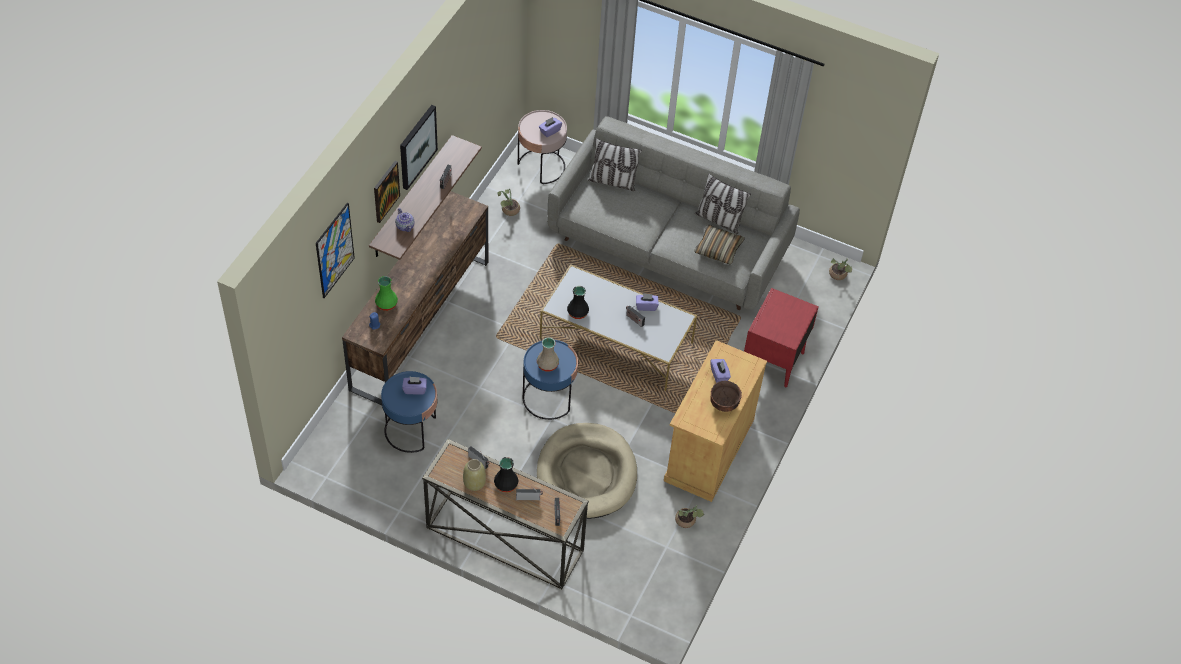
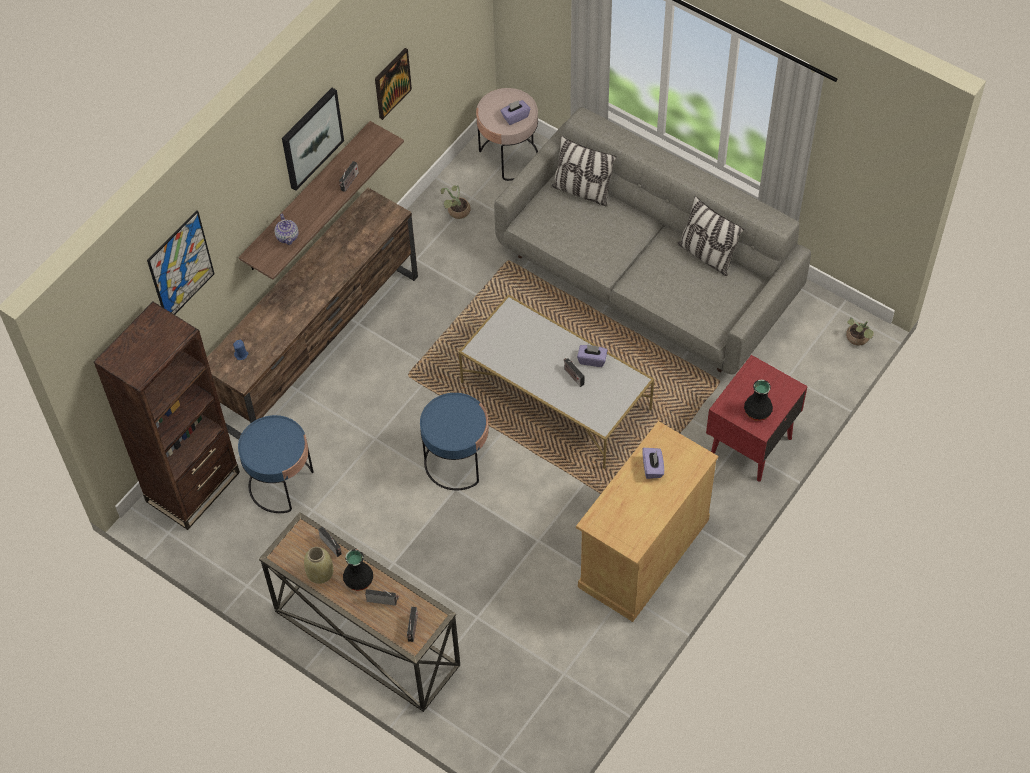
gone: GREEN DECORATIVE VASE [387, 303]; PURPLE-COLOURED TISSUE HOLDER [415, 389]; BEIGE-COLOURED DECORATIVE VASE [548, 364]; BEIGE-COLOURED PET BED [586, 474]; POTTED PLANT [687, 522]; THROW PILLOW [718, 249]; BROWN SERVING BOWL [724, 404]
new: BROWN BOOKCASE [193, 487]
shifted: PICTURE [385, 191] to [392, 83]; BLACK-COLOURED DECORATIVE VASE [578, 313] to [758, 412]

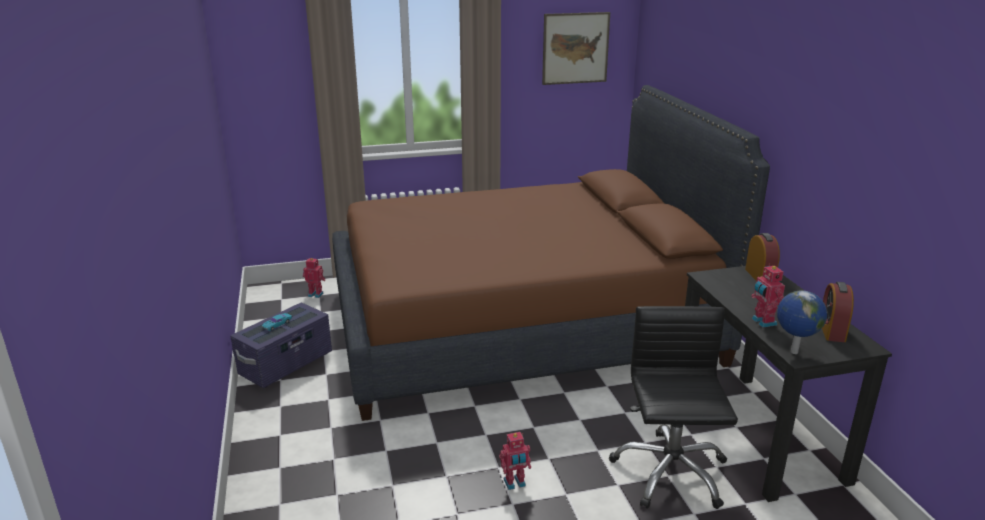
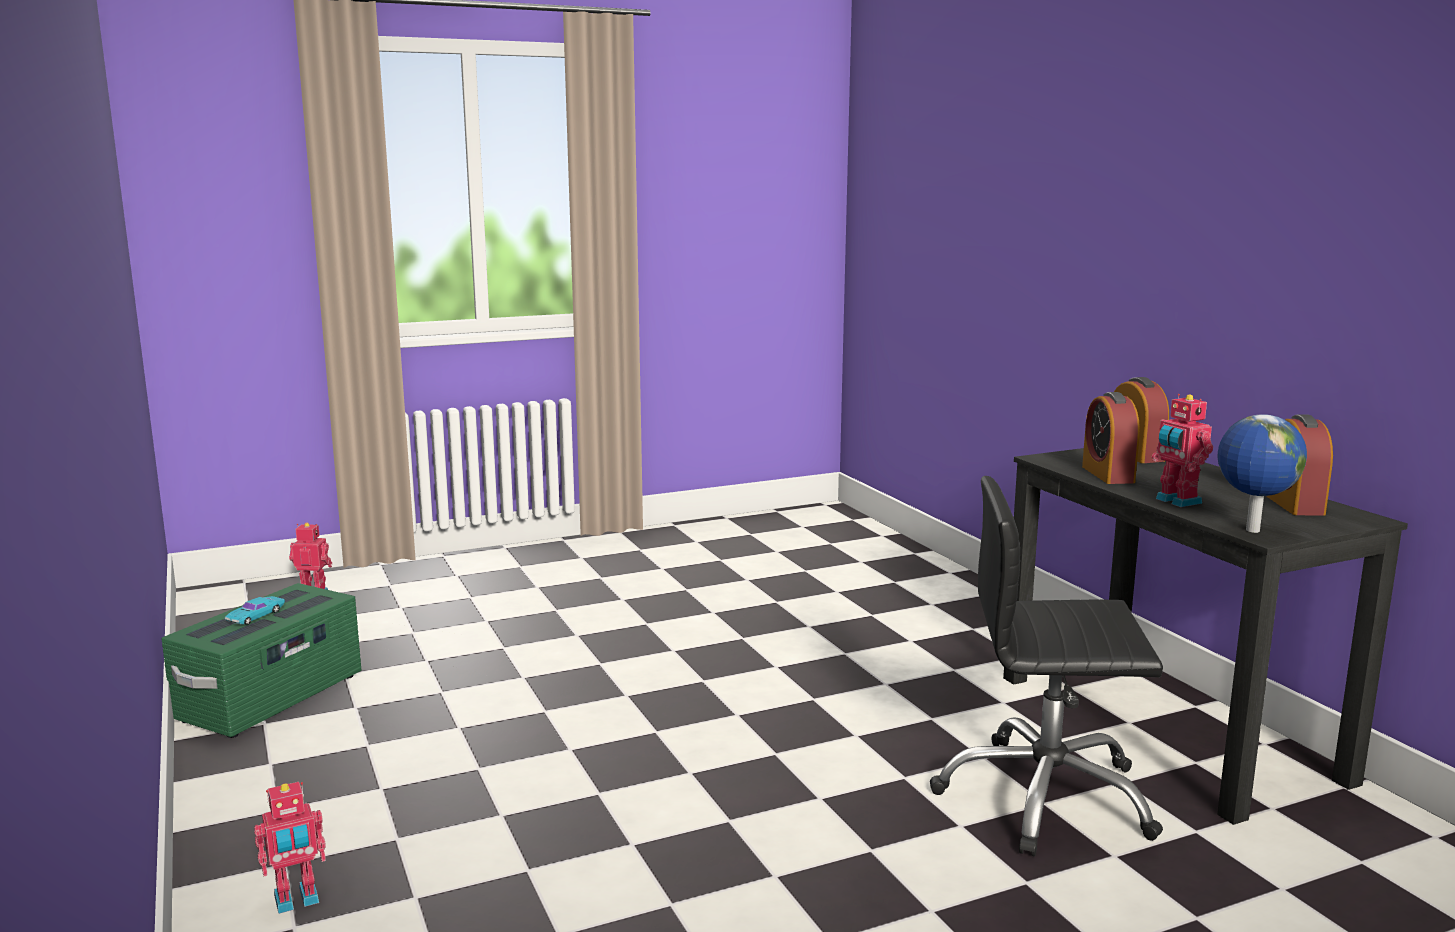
gone: BROWN BEDROOM BED [521, 325]; PICTURE [575, 48]
new: BEDSIDE CLOCK [1108, 474]
shifted: MODEL ROBOT [515, 483] to [297, 900]
repainted: PURPLE-COLOURED STORAGE CONTAINER [286, 364] to GREEN STORAGE CONTAINER [272, 698]
rotated: BLACK-COLOURED COMPUTER CHAIR [670, 472] = [1045, 797] 75 degrees counterclockwise

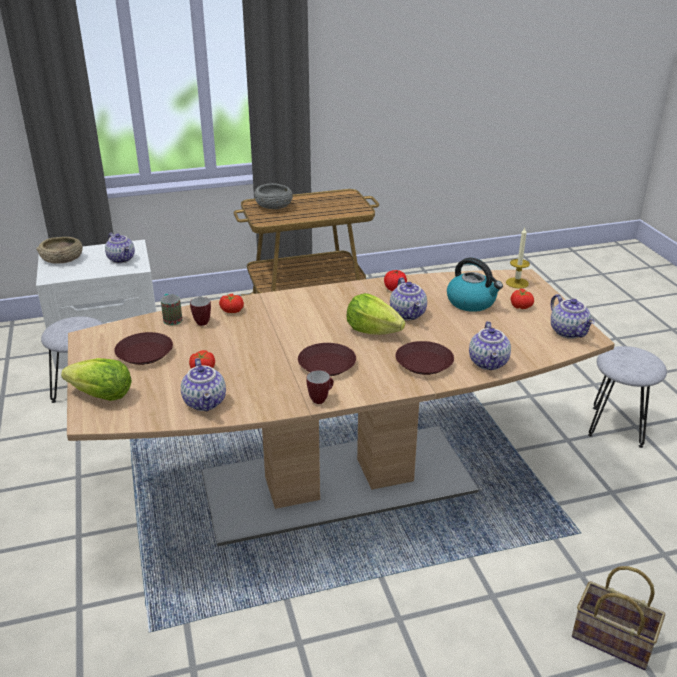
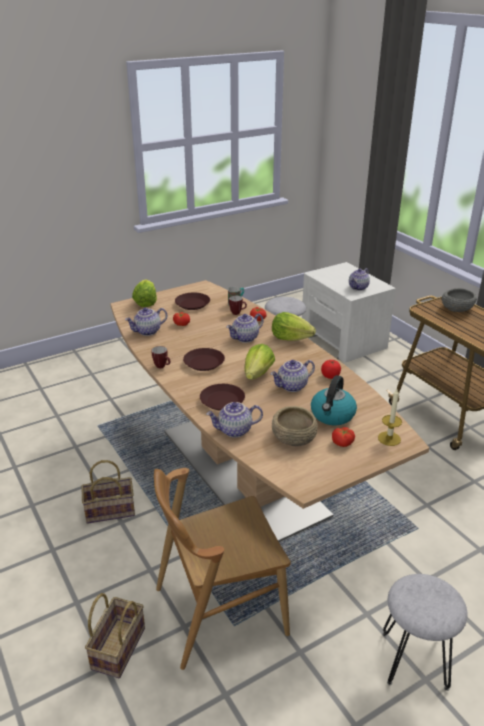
new: STORAGE BASKET [111, 510]; BROWN CHAIR [219, 610]; HEAD OF LETTUCE [290, 338]
shifted: POT FOR TEA [569, 332] to [245, 338]; BEIGE-COLOURED SERVING BOWL [62, 259] to [293, 435]

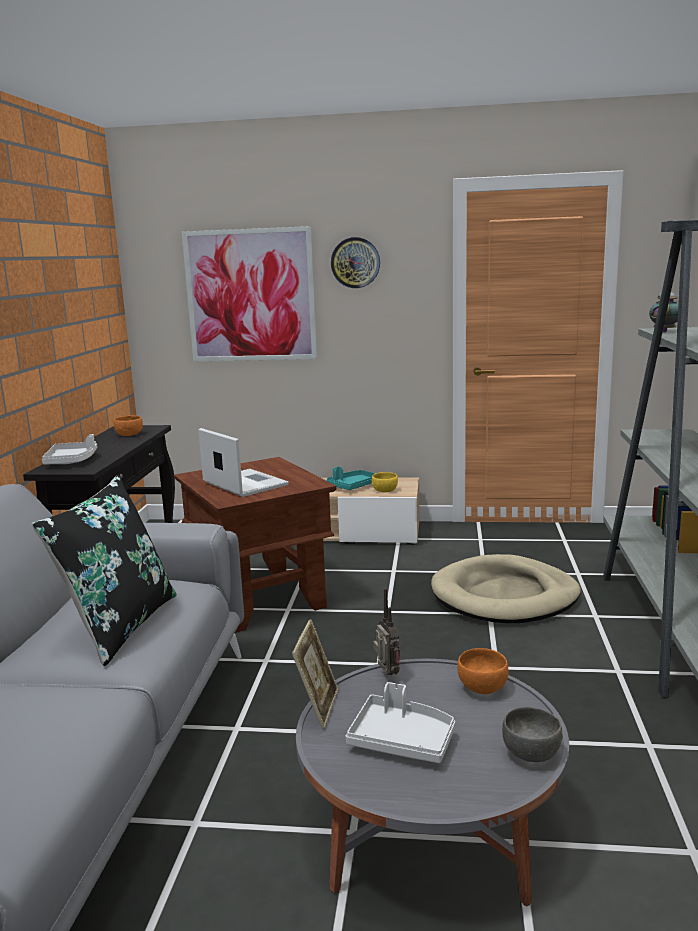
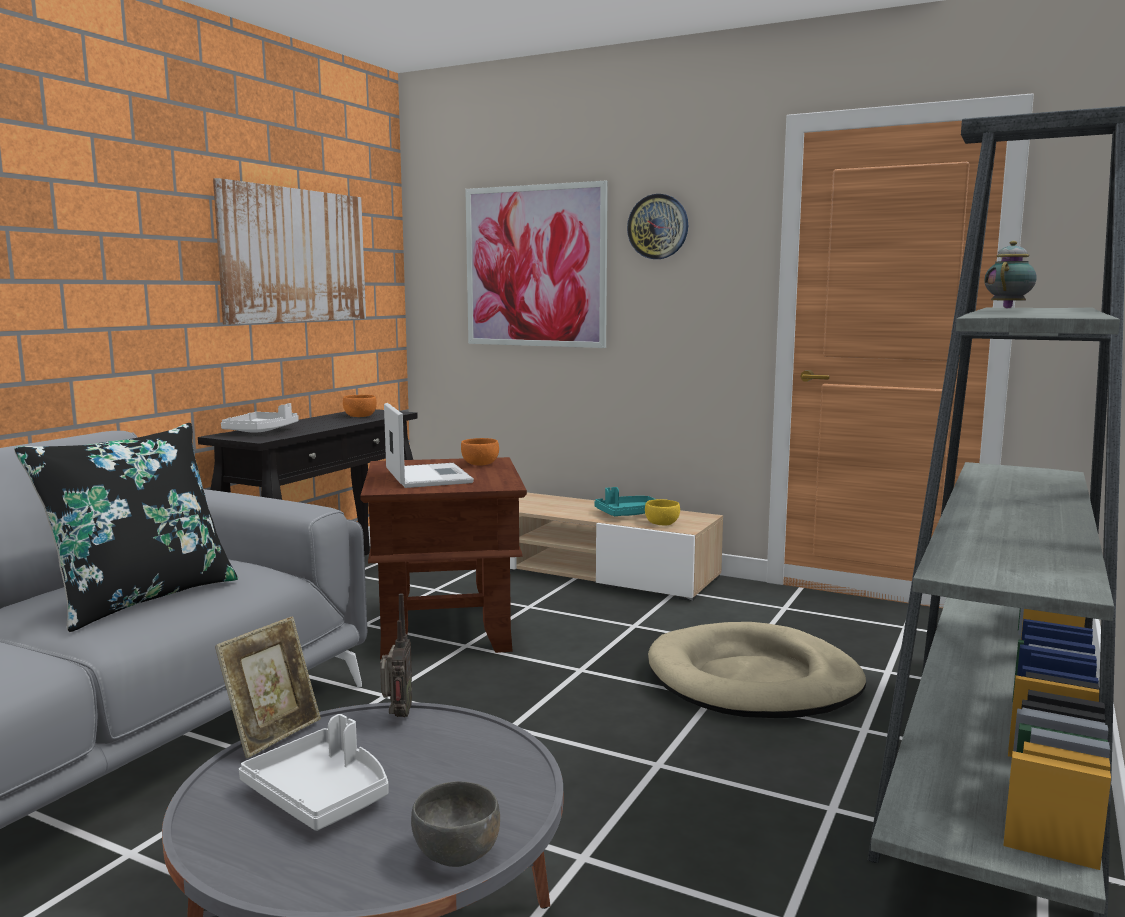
new: PICTURE [294, 255]
shifted: ORANGEY SERVING BOWL [483, 687] to [480, 464]

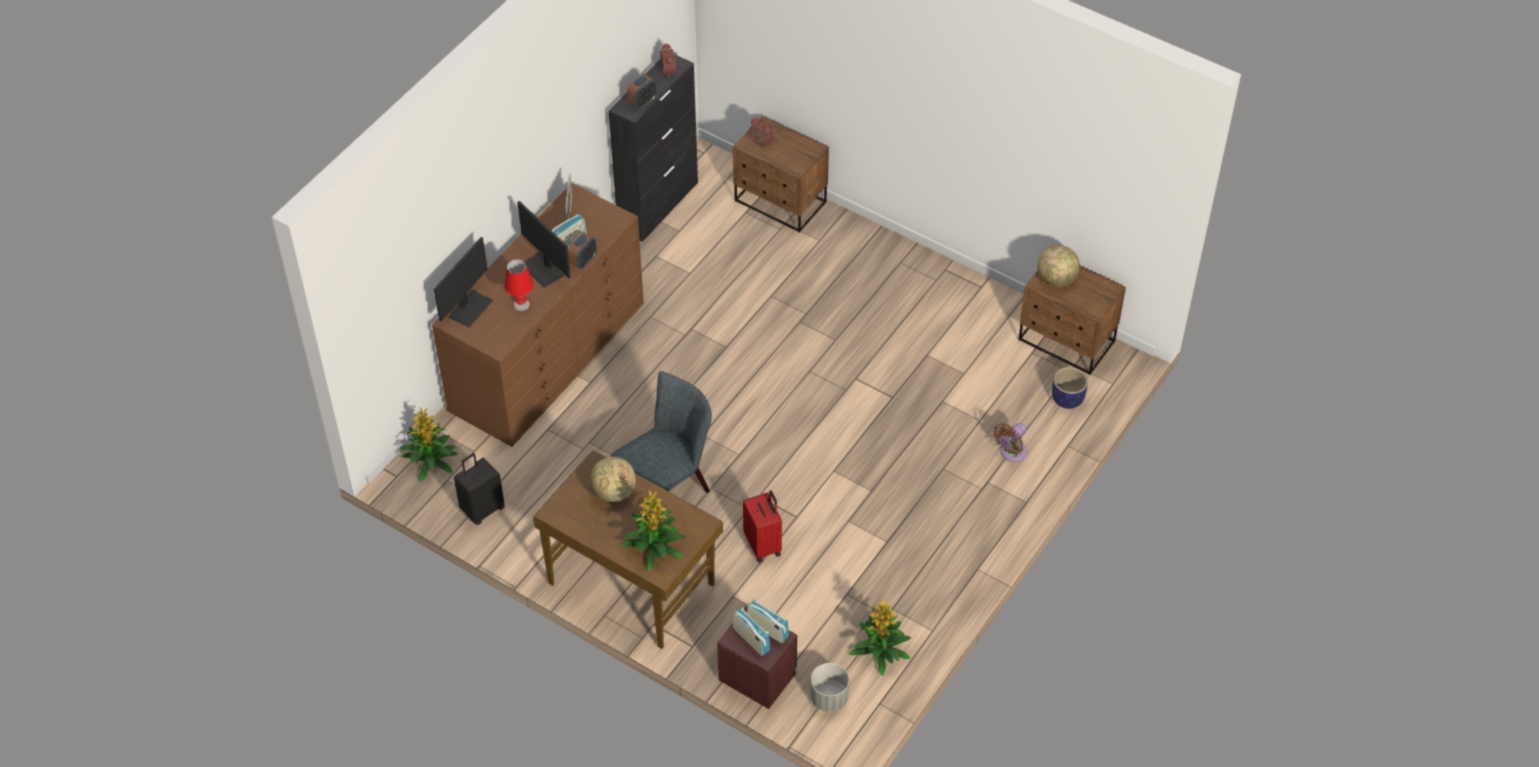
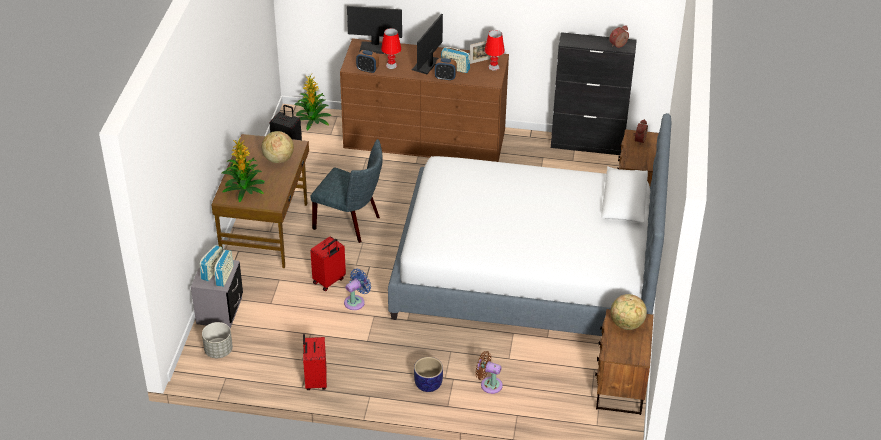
gone: POTTED PLANT [881, 651]
new: RED-COLOURED PIECE OF LUGGAGE [315, 381]; BLUE-COLOURED FAN [356, 301]; BEDROOM BED [527, 273]; RED-COLOURED LAMP FOR A TABLE [494, 67]
shifted: BEDSIDE CLOCK [642, 102] to [367, 70]; PLANT POT [1067, 399] to [428, 385]
repainted: BROWN NIGHT TABLE [757, 676] to GRAY NIGHT TABLE [219, 311]

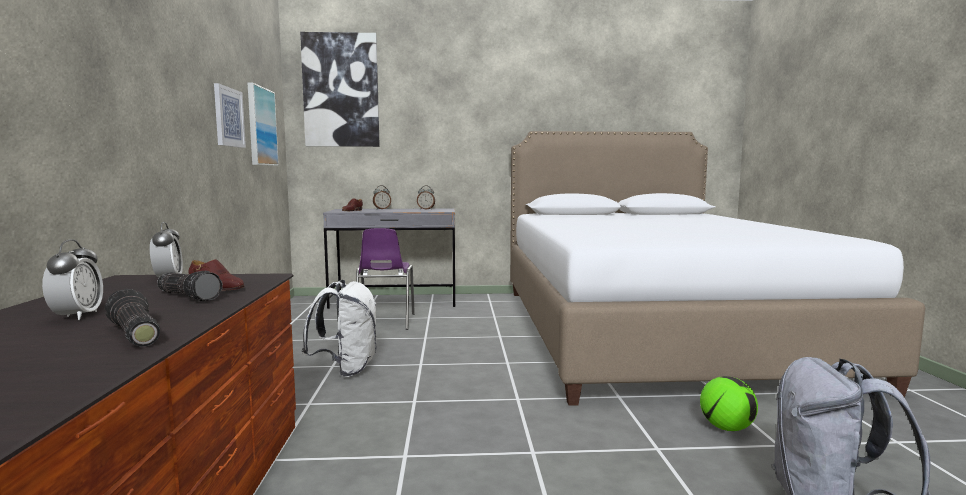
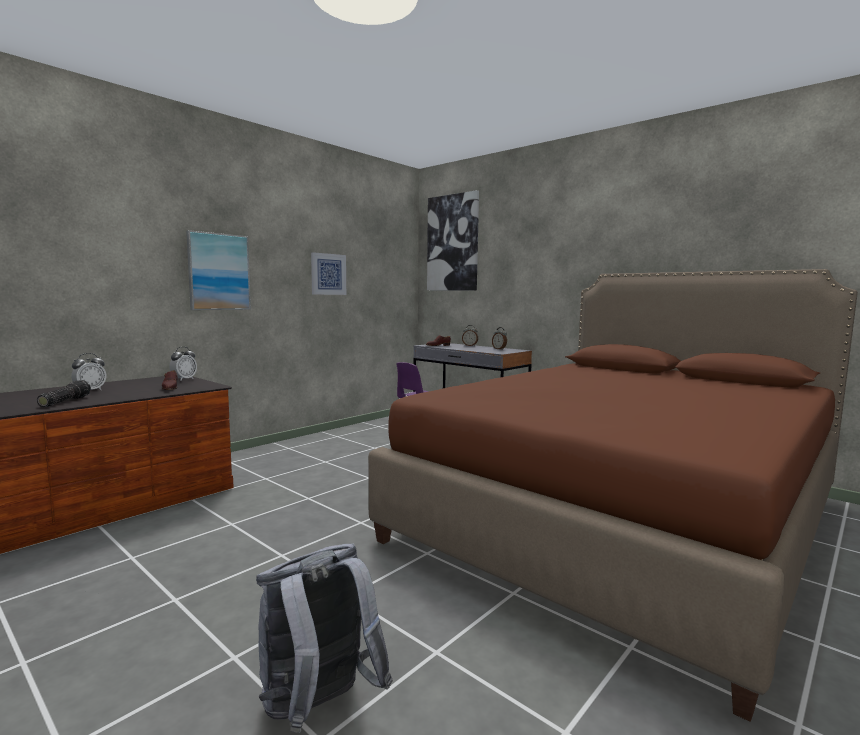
gone: HAND TORCH [190, 296]; WHITE-COLOURED RUCKSACK [346, 369]; FOOTBALL BALL [727, 428]
shifted: PICTURE [261, 126] to [218, 272]
repainted: WHITE-COLOURED BEDROOM BED [650, 330] to BROWN BEDROOM BED [624, 518]

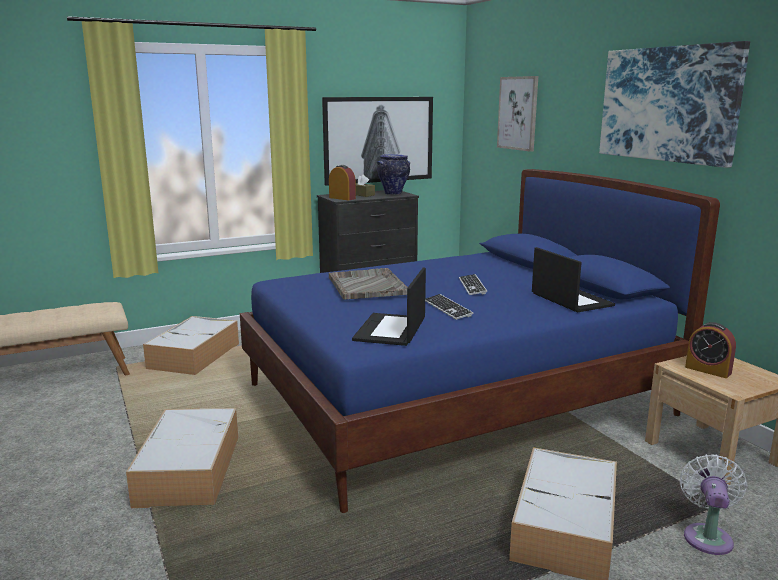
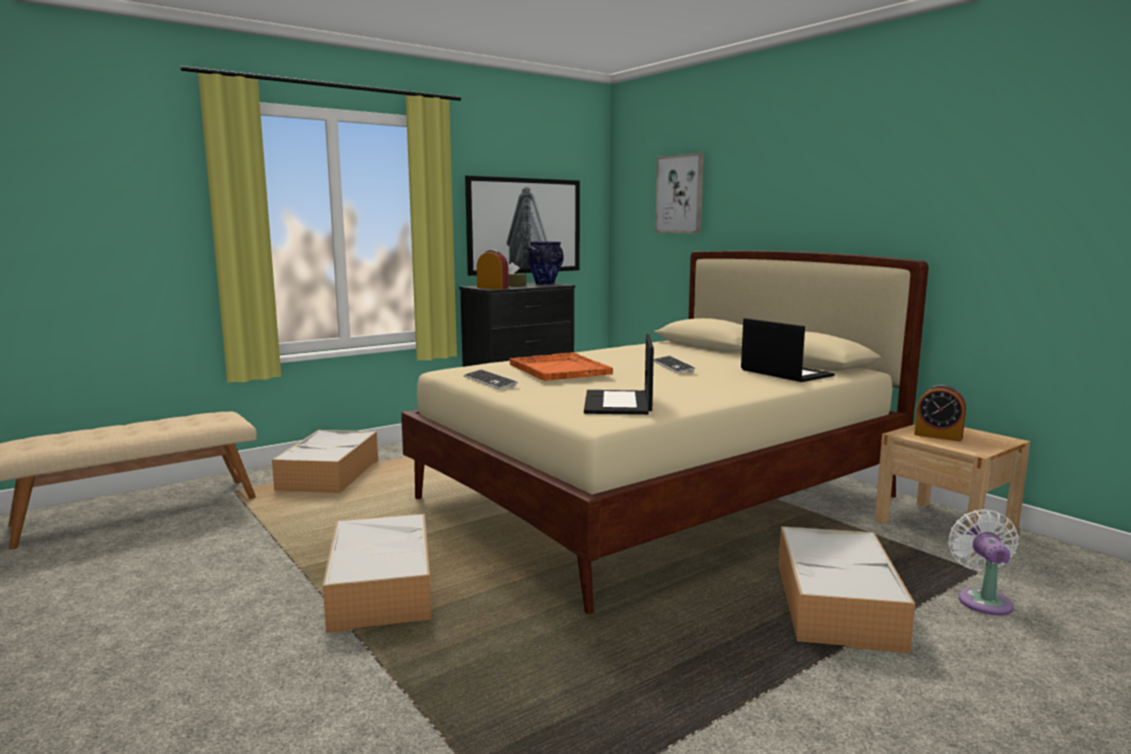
gone: PICTURE [668, 104]
shifted: PC KEYBOARD [447, 308] to [489, 381]
repainted: BLUE-COLOURED BEDROOM BED [456, 400] to BEIGE-COLOURED BEDROOM BED [657, 498]; GRAY CARRYING TRAY [367, 285] to ORANGEY CARRYING TRAY [559, 369]

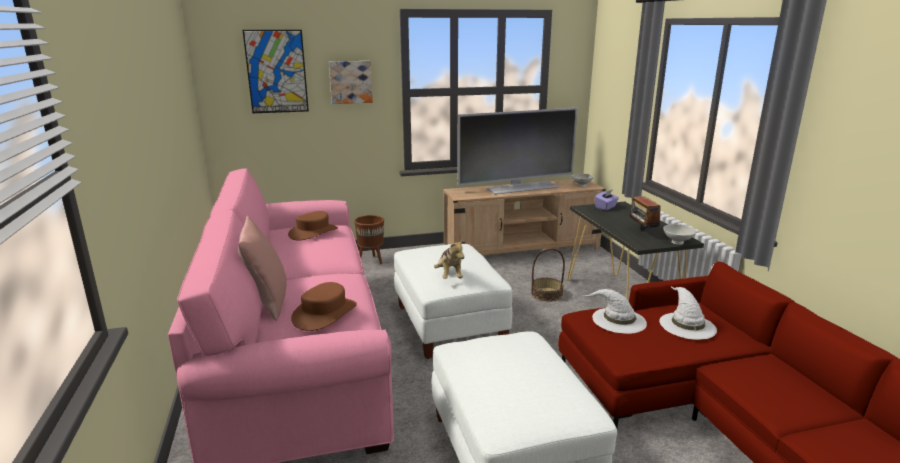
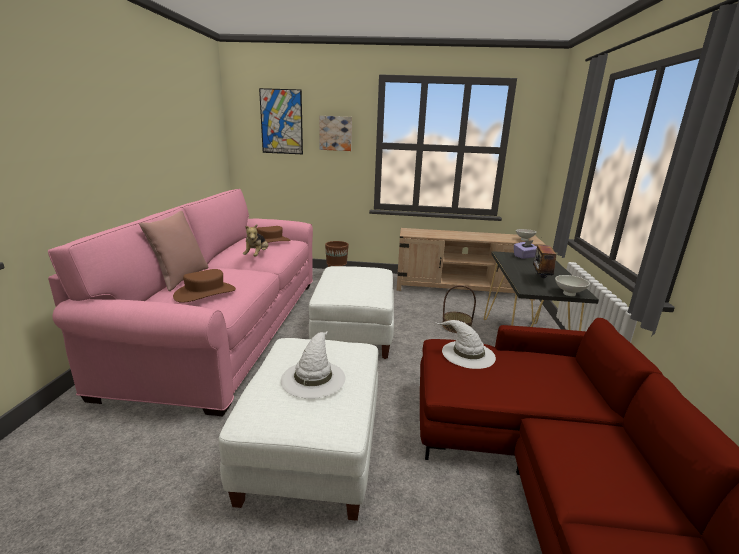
gone: TV [521, 187]
shifted: SOFT TOY [449, 276] to [257, 256]; WHITE-COLOURED CLOTHING HAT [686, 325] to [313, 378]

